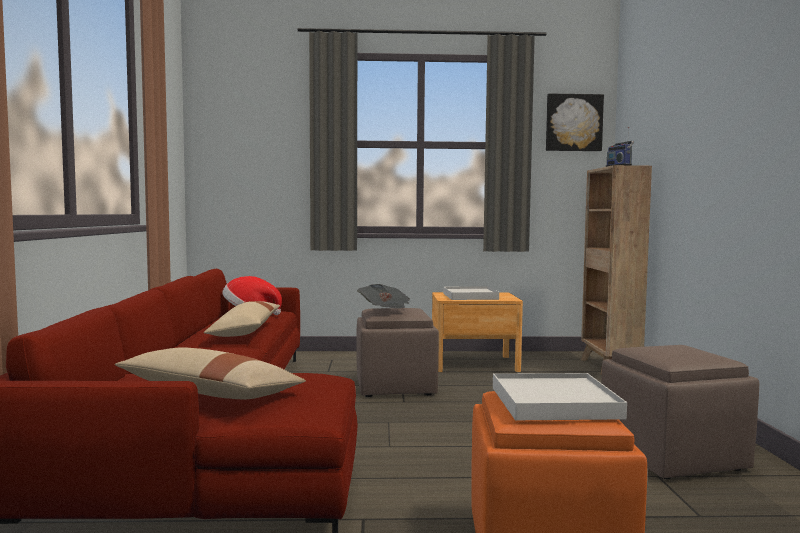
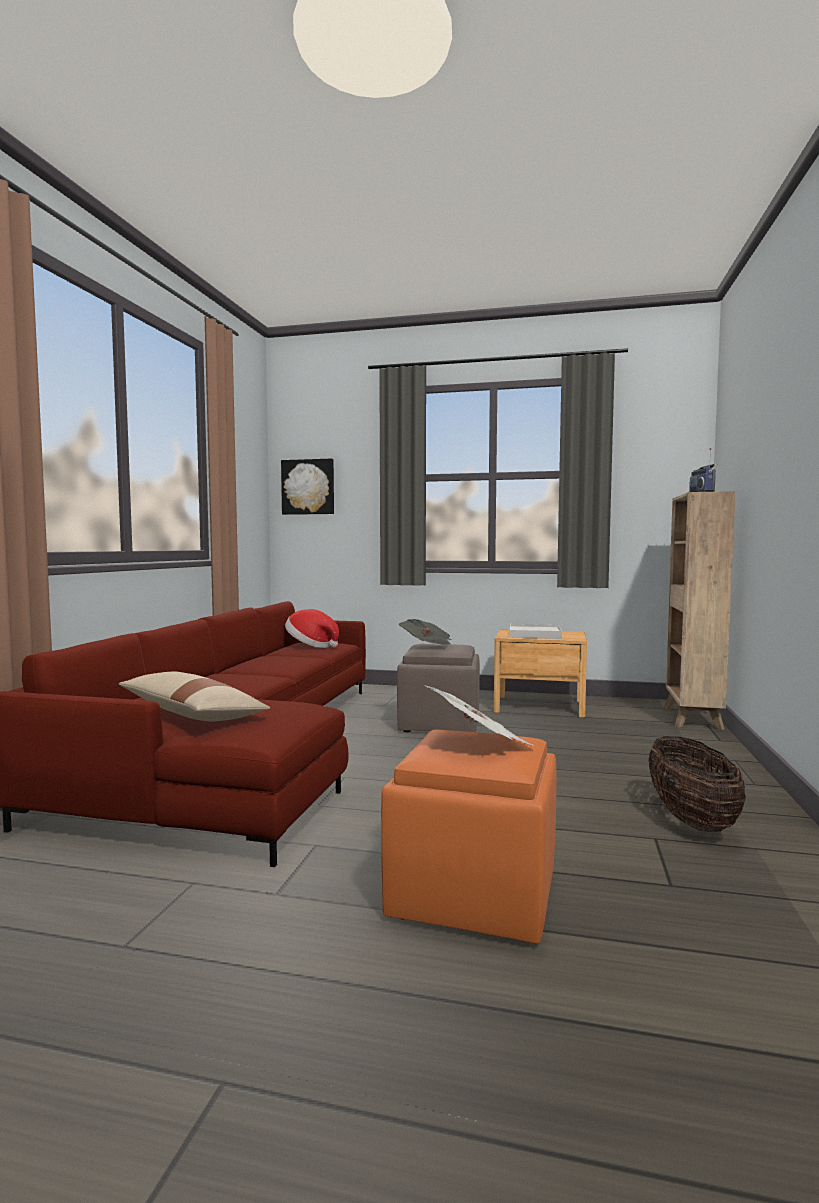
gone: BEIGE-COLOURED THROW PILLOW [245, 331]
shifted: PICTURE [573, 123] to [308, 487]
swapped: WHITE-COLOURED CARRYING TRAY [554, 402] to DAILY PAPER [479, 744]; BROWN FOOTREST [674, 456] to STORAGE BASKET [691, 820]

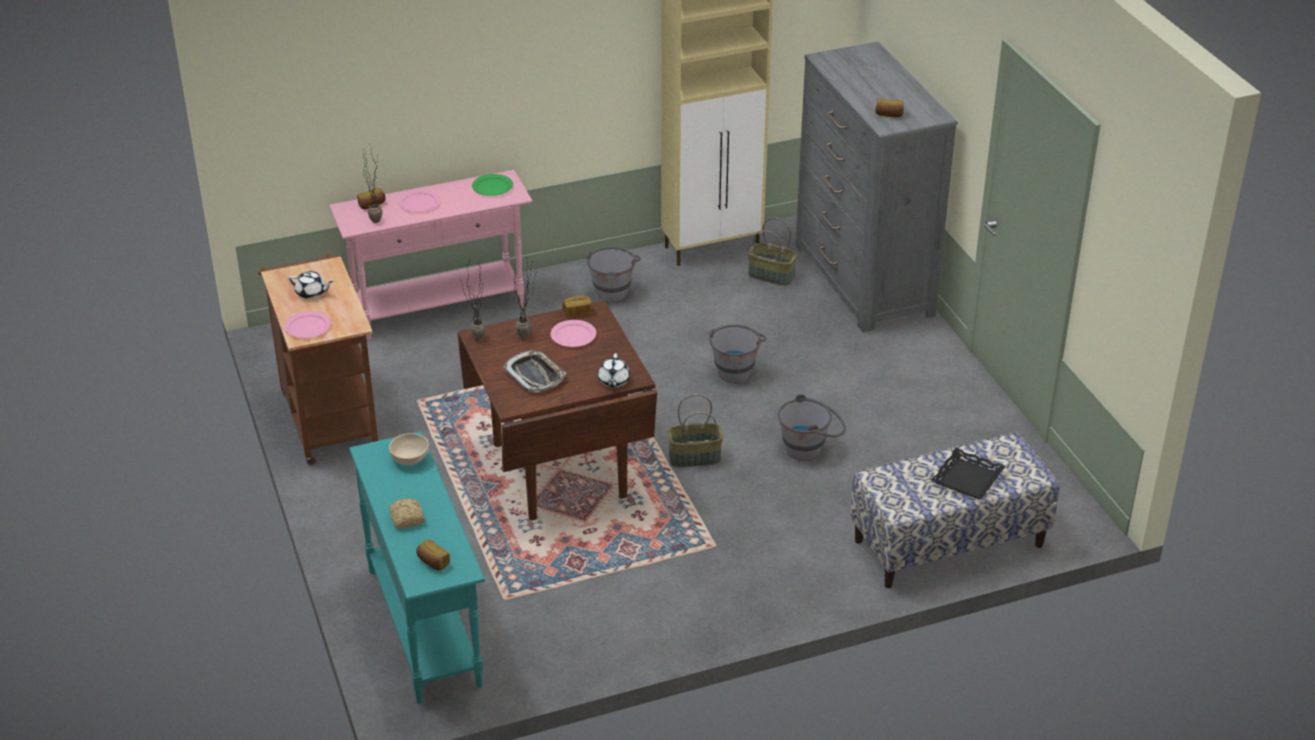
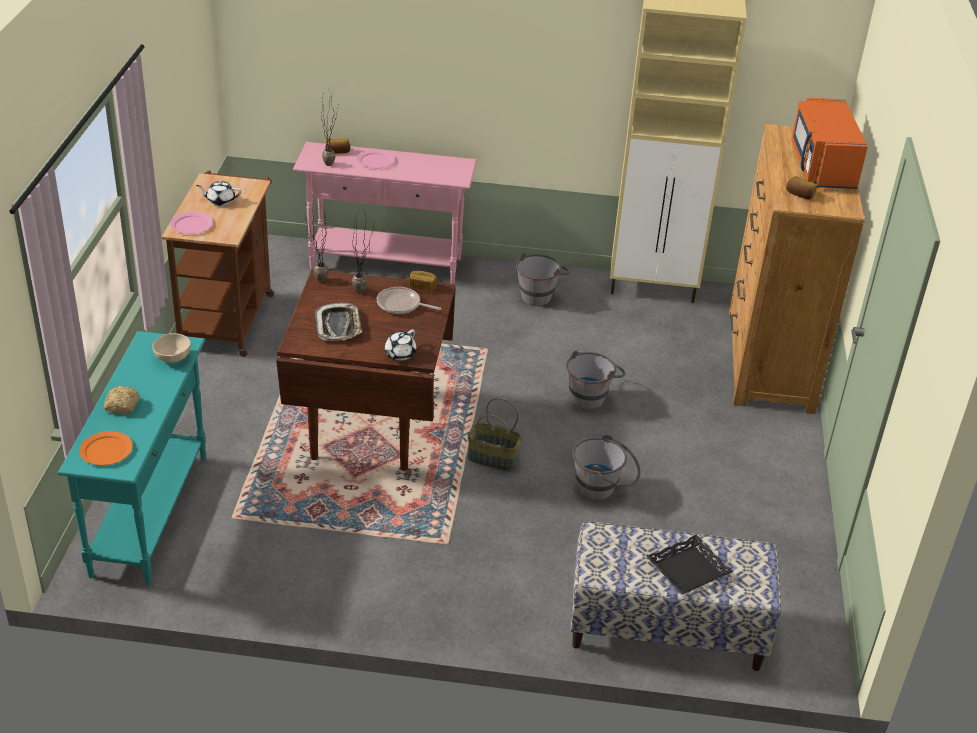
gone: GREEN DINNER PLATE [493, 187]; STORAGE BASKET [772, 275]
new: ORANGEY KITCHEN MICROWAVE [821, 166]
swapped: BAKERY BREAD [432, 562] to ORANGEY DINNER PLATE [106, 450]; PINKISH DINNER PLATE [573, 336] to FRYING PAN [401, 305]
repainted: GRAY DRESSER [863, 280] to BROWN DRESSER [769, 360]
rotated: WHITE-COLOURED POT FOR TEA [311, 293] = [220, 201] 135 degrees clockwise

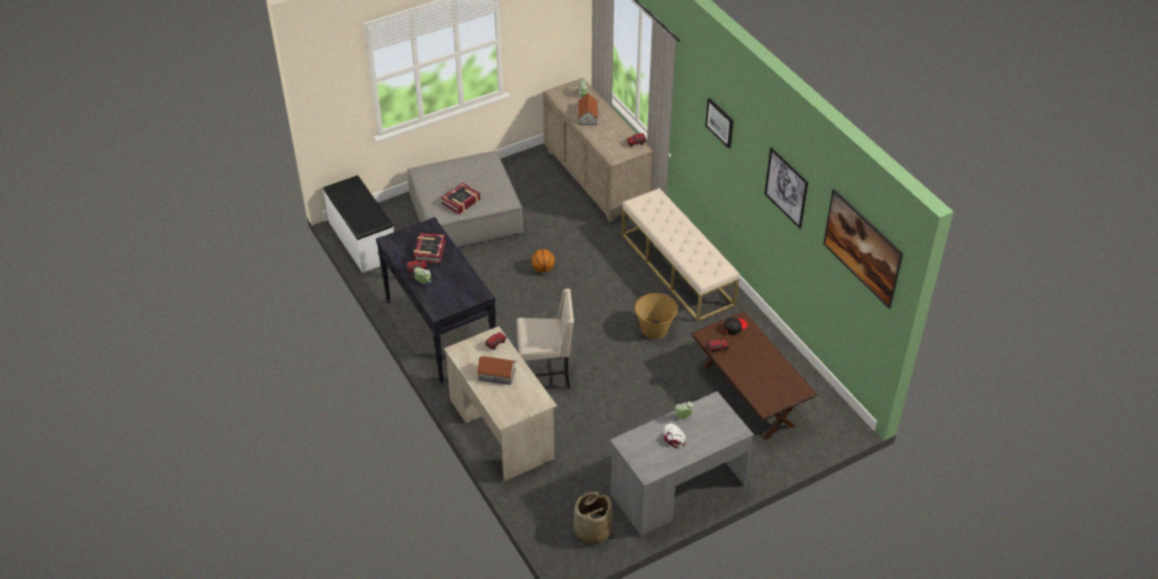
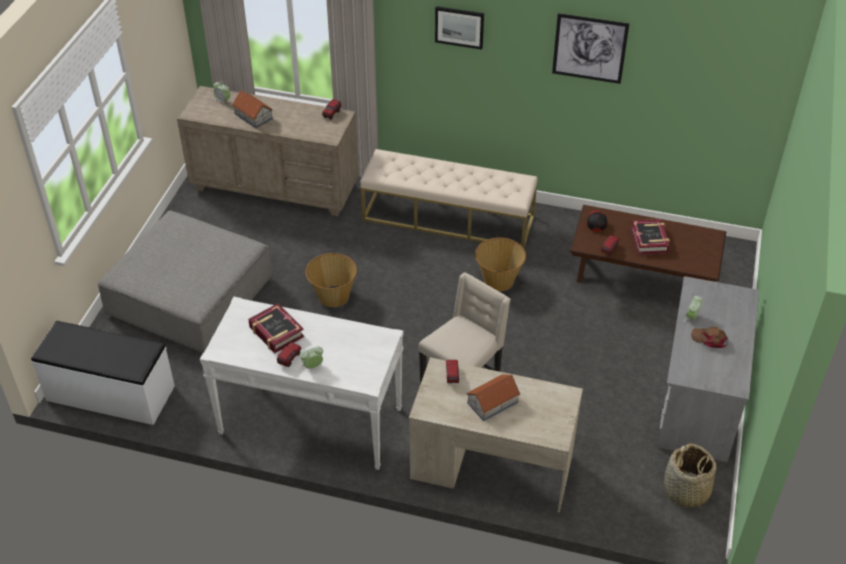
gone: PICTURE [859, 261]
shifted: BOUND BOOK [461, 201] to [649, 240]
swapped: BASKETBALL [543, 269] to STORAGE BASKET [333, 296]
repainted: BLACK-COLOURED HALL TABLE [440, 330] to WHITE-COLOURED HALL TABLE [310, 421]; WHITE-COLOURED CAP [674, 437] to BROWN CAP [709, 339]

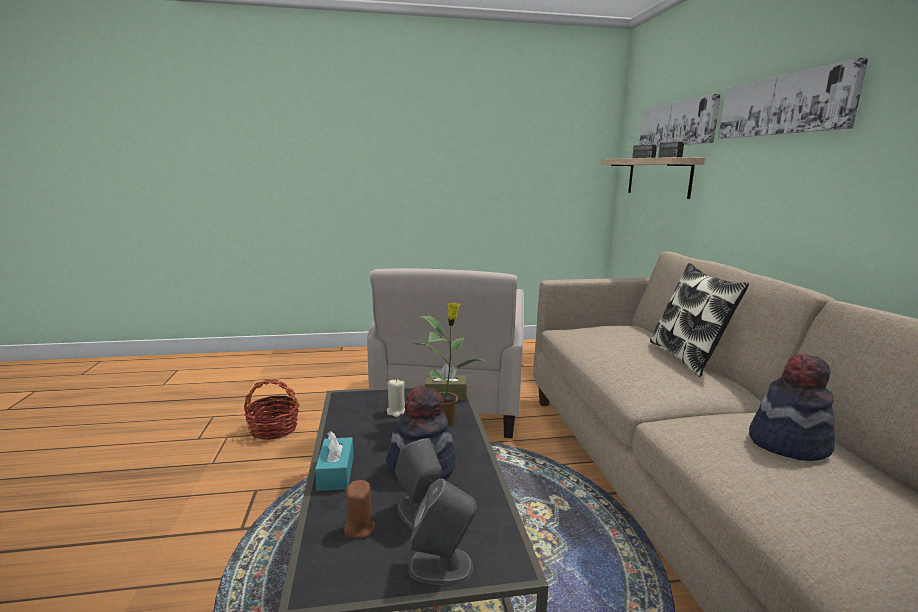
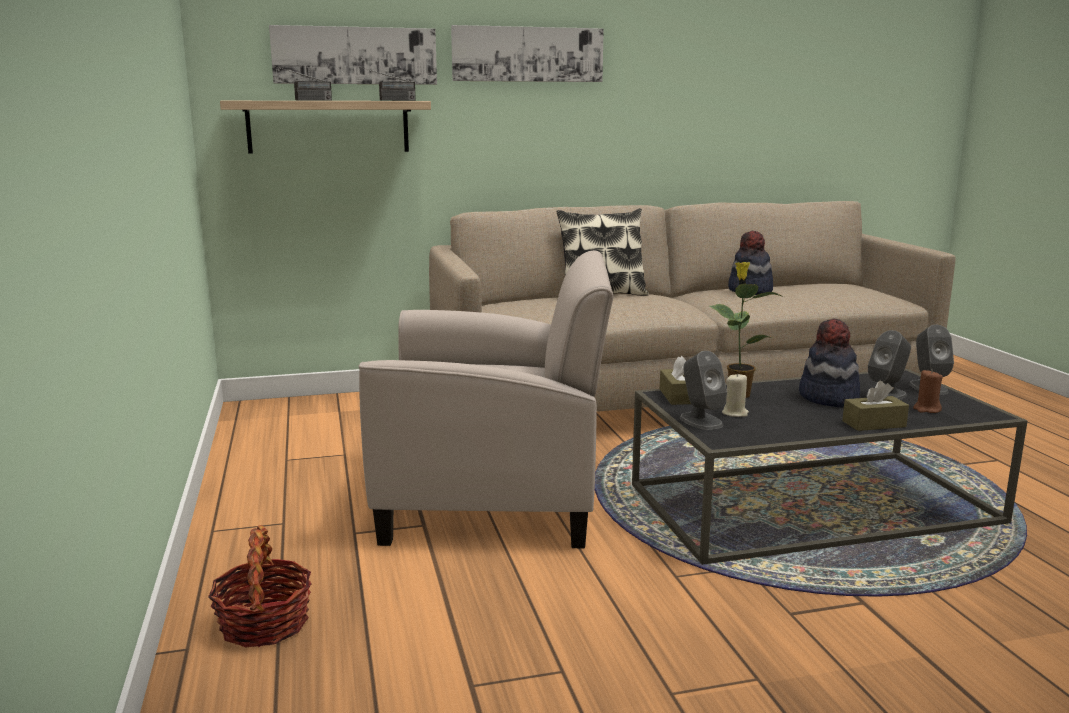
new: GRAY LOUDSPEAKER [700, 421]
shifted: STORAGE BASKET [273, 429] to [264, 624]
repainted: BLUE-GREEN TISSUE HOLDER [336, 473] to BROWN TISSUE HOLDER [874, 424]

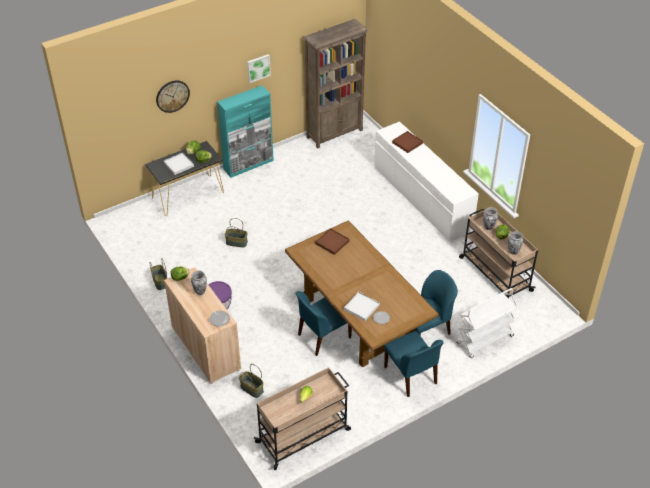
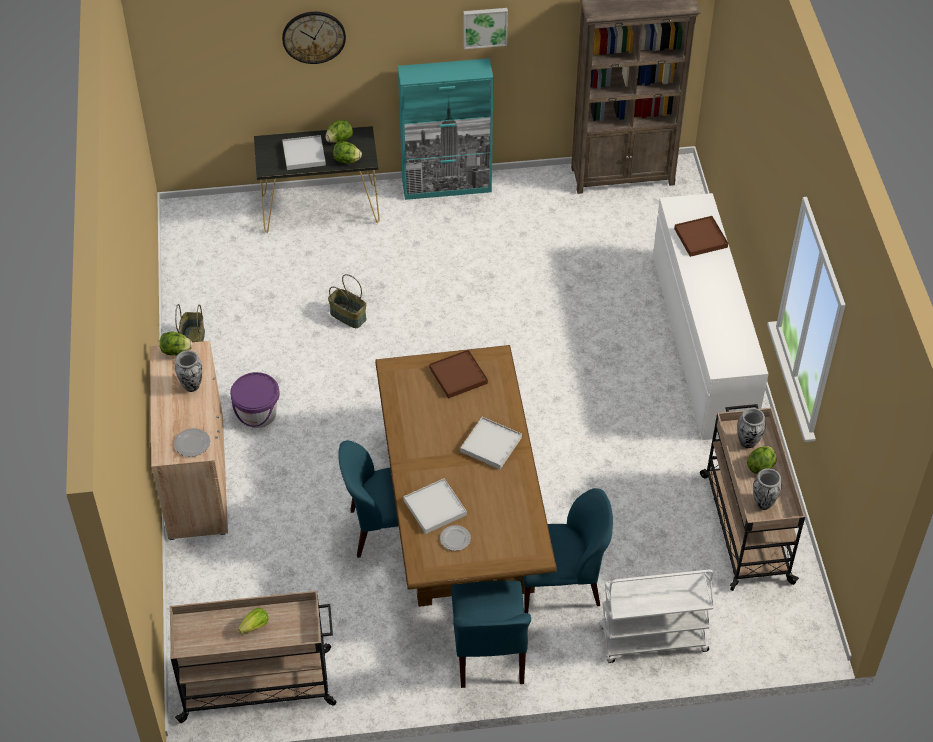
gone: STORAGE BASKET [251, 389]
new: WHITE-COLOURED CARRYING TRAY [491, 444]

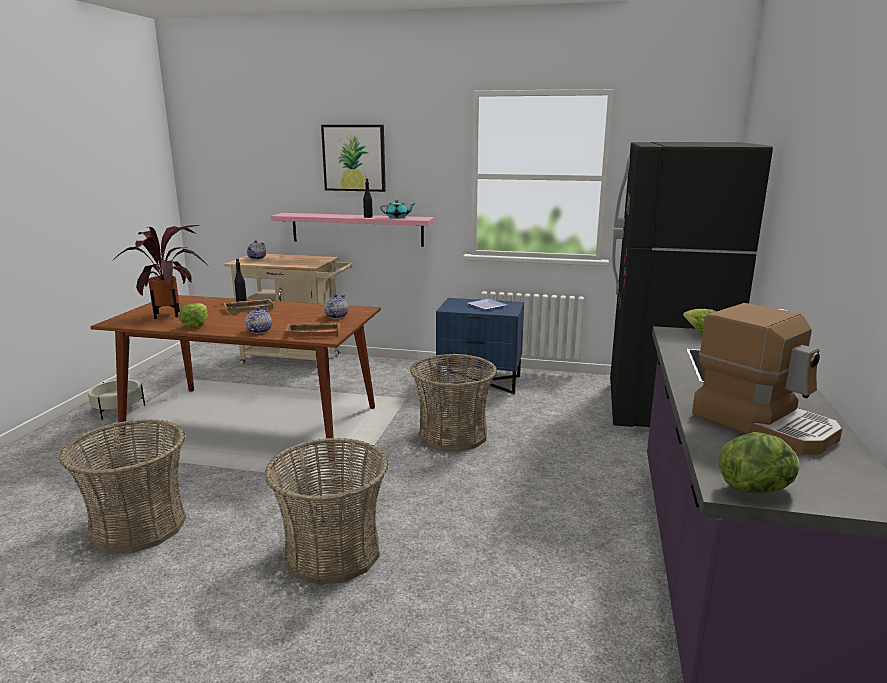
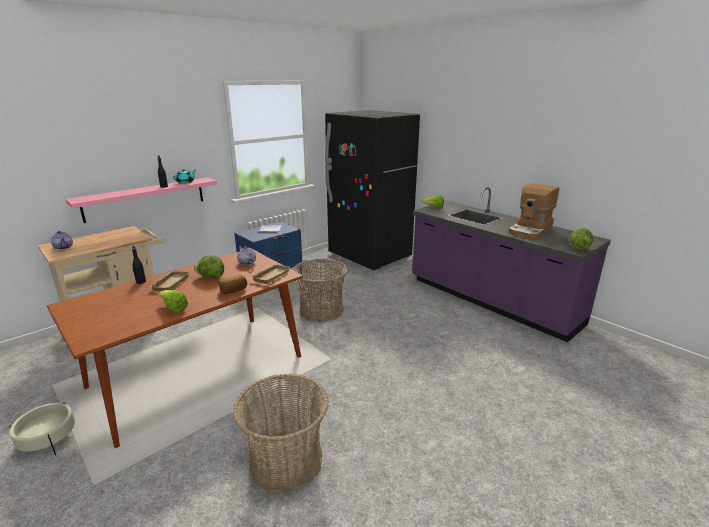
gone: POTTED PLANT [170, 315]; STORAGE BASKET [332, 552]; PICTURE [354, 158]
new: HEAD OF LETTUCE [211, 277]
swapped: POT FOR TEA [259, 331] to BAKERY BREAD [233, 290]
repainted: ORANGEY CARRYING TRAY [314, 333] to BEIGE-COLOURED CARRYING TRAY [270, 276]
rotated: COFFEE MAKER [764, 423] = [530, 230] 135 degrees clockwise

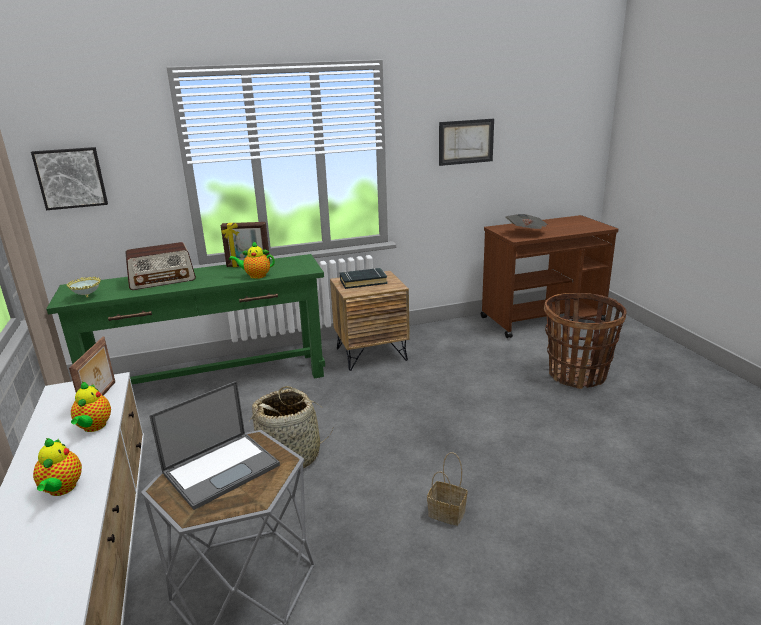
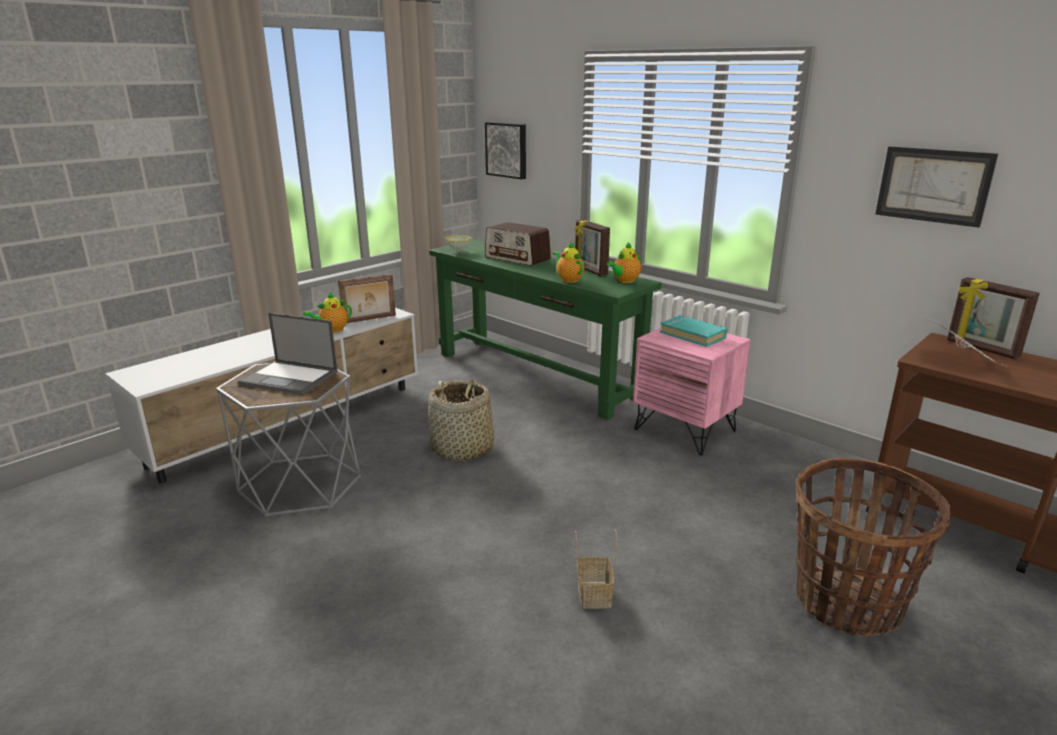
new: PICTURE FRAME [981, 349]
shifted: STORAGE BASKET [445, 513] to [593, 593]; POT FOR TEA [61, 489] to [625, 281]
repainted: BROWN NIGHT TABLE [371, 354] to PINKISH NIGHT TABLE [685, 430]; BLACK-COLOURED BOUND BOOK [363, 281] to BLUE-GREEN BOUND BOOK [693, 335]

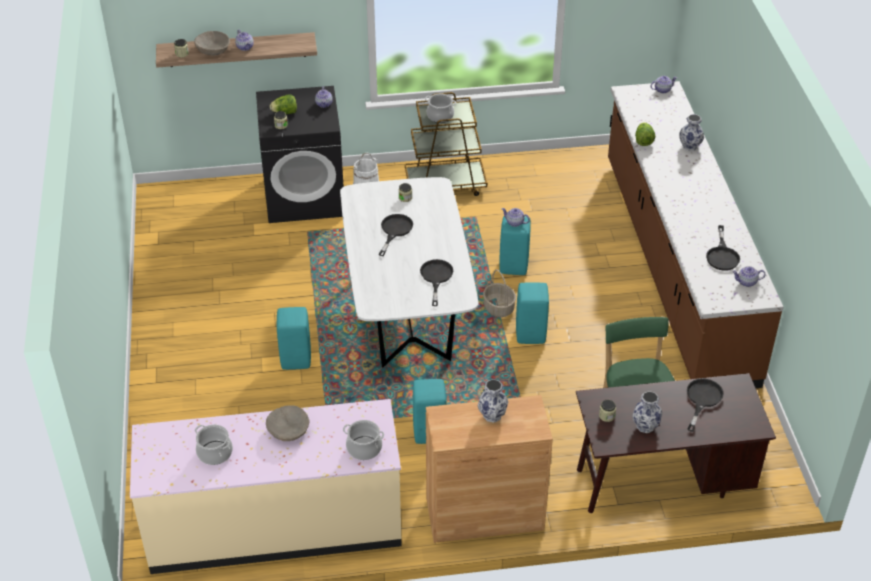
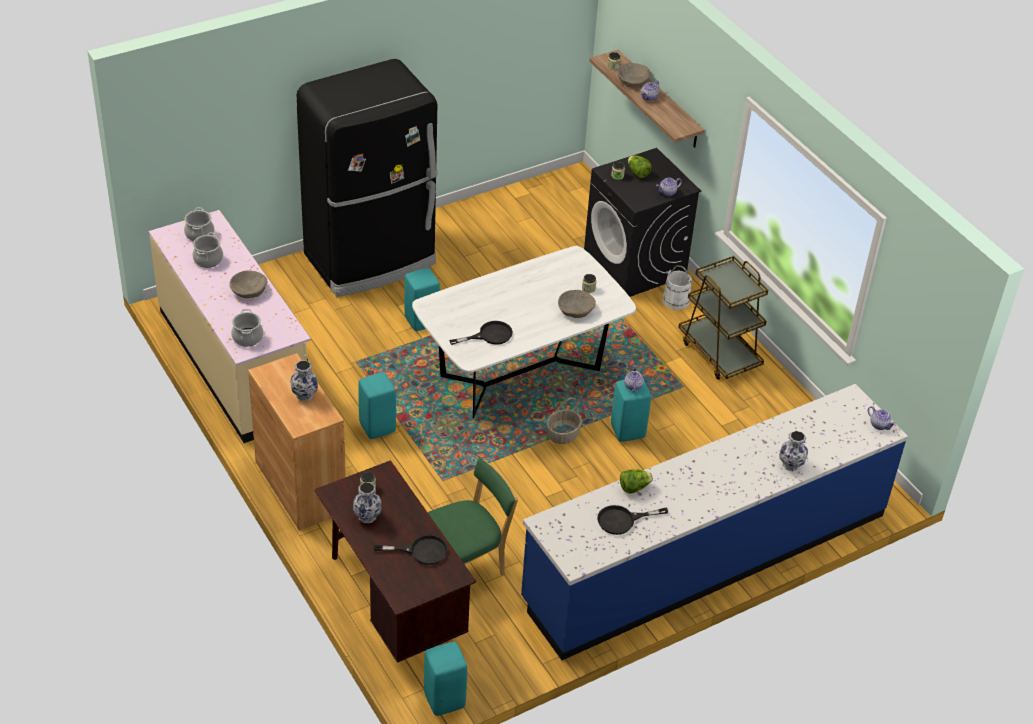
gone: BLACK-COLOURED FRYING PAN [394, 231]; POT FOR TEA [746, 282]
new: BLACK-COLOURED FRIDGE [371, 260]; BEIGE-COLOURED SERVING BOWL [576, 310]
shifted: SAUCEPOT [440, 116] to [199, 234]; BLUE-GREEN STOOL SEAT [531, 335] to [444, 701]; HEAD OF LETTUCE [643, 140] to [634, 487]
repainted: BROWN KITCHEN COUNTER [676, 267] to BLUE-COLOURED KITCHEN COUNTER [706, 557]

